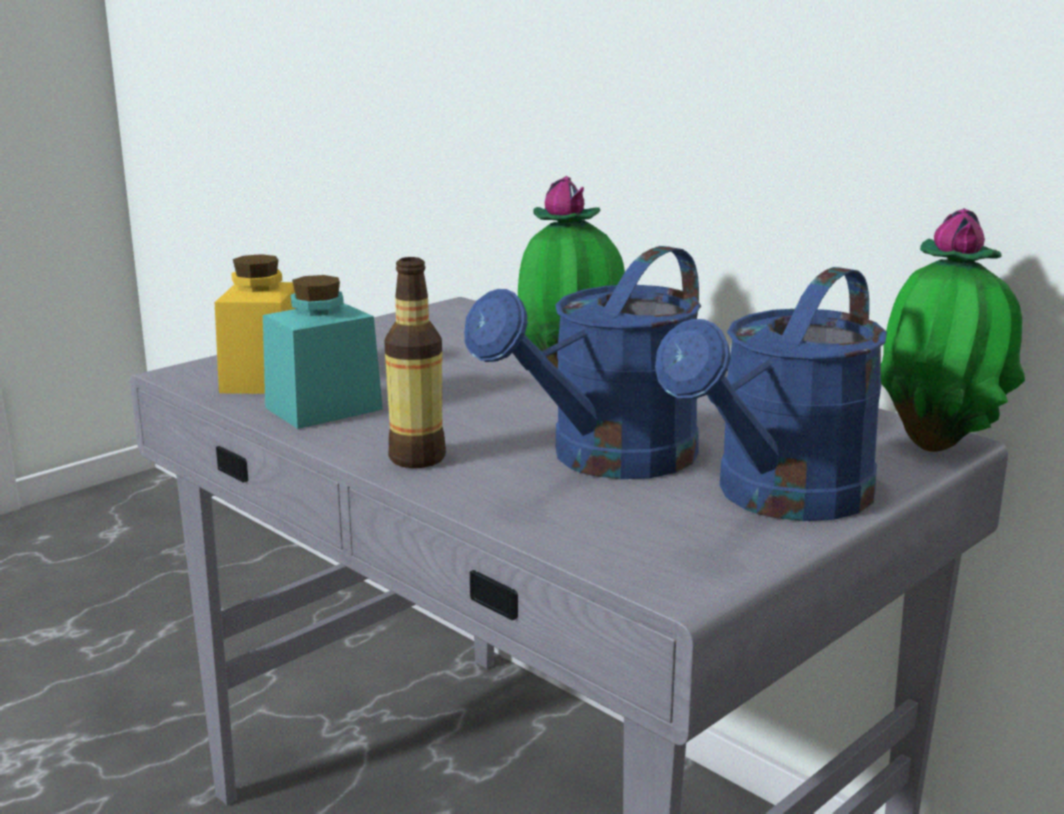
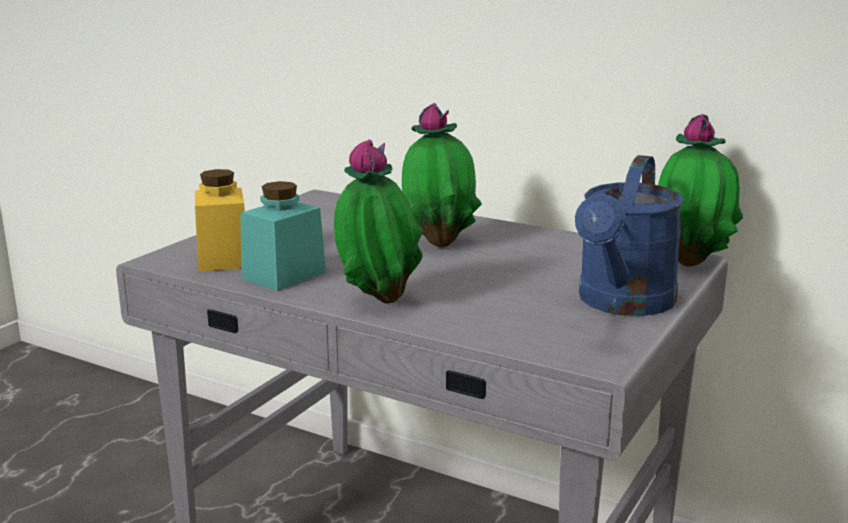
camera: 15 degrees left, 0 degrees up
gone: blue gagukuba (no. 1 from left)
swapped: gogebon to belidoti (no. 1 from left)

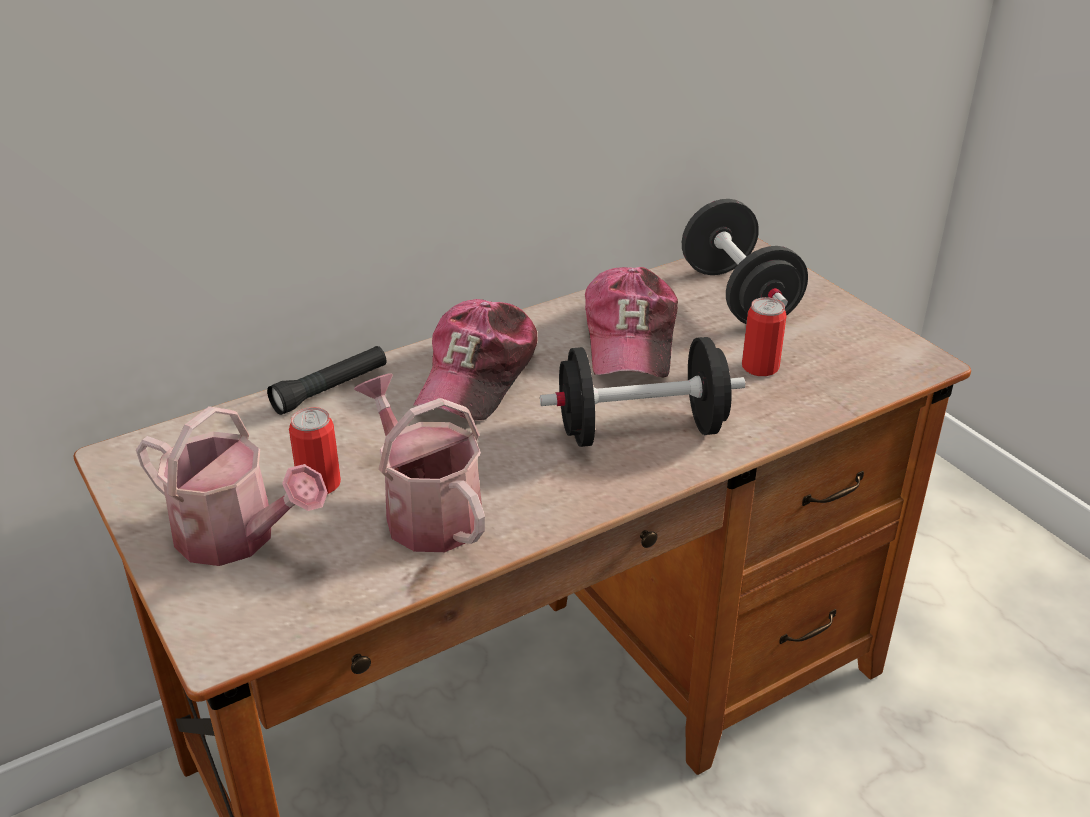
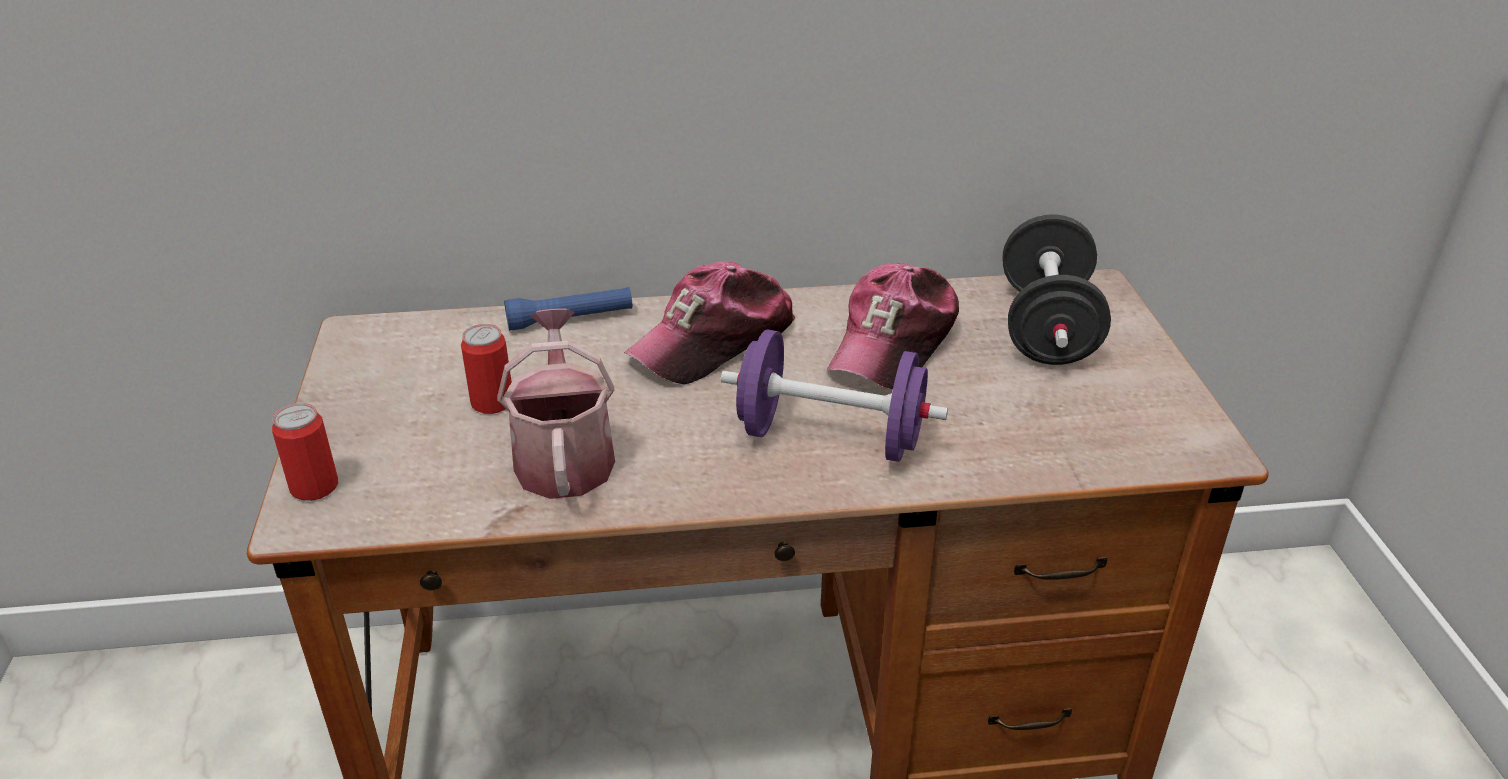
camera: 25 degrees right, 0 degrees up
gone: gagukuba (no. 1 from left)
shifted: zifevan (no. 2 from left in the first image) to zifevan (no. 1 from left)
repainted: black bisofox to blue bisofox; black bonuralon (no. 1 from left) to purple bonuralon

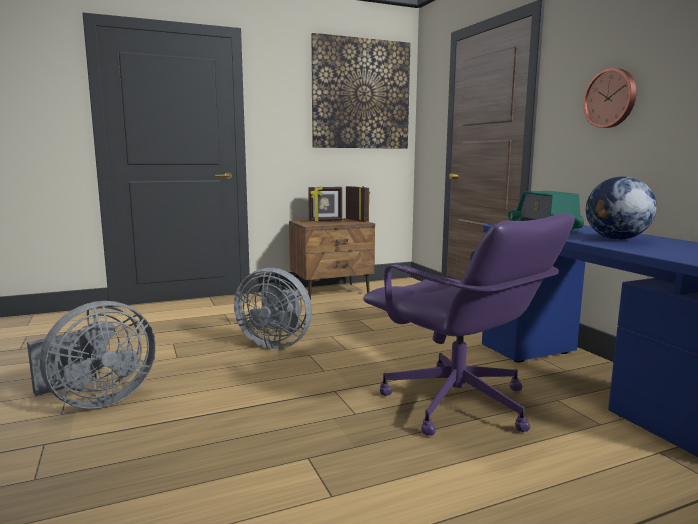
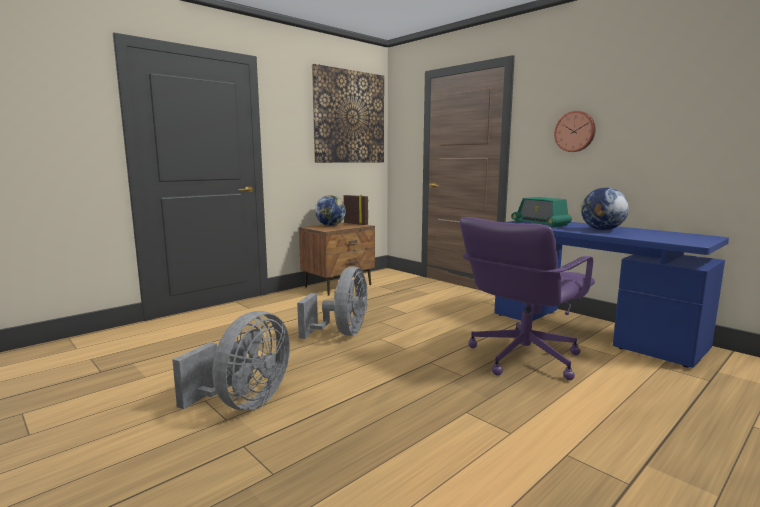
camera: 20 degrees left, 0 degrees up
swapped: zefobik (no. 1 from left) to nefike (no. 1 from left)
rotated: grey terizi (no. 2 from left) 75 degrees counterclockwise; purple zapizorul 105 degrees clockwise

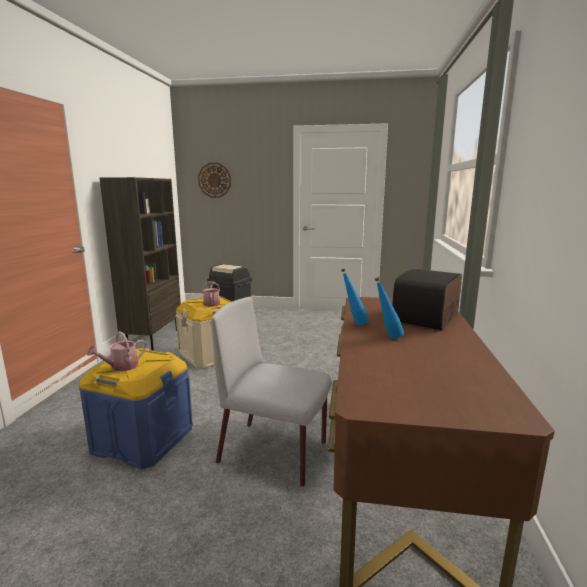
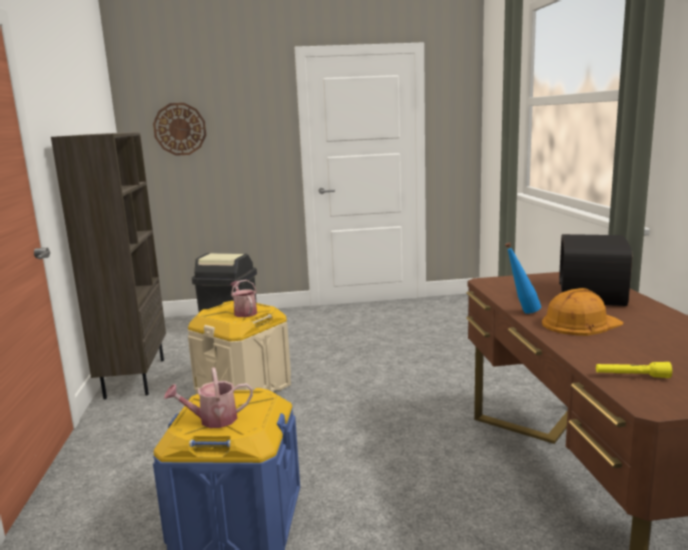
camera: 15 degrees left, 0 degrees up
gone: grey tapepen
new: yellow bisofox
swapped: blue gogebon (no. 2 from left) to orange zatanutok
rotated: gagukuba (no. 1 from left) 45 degrees clockwise

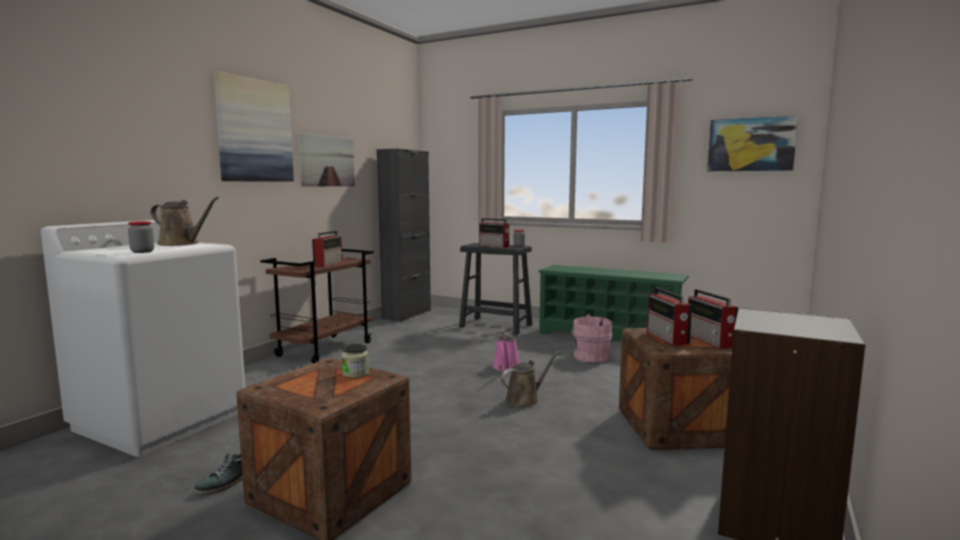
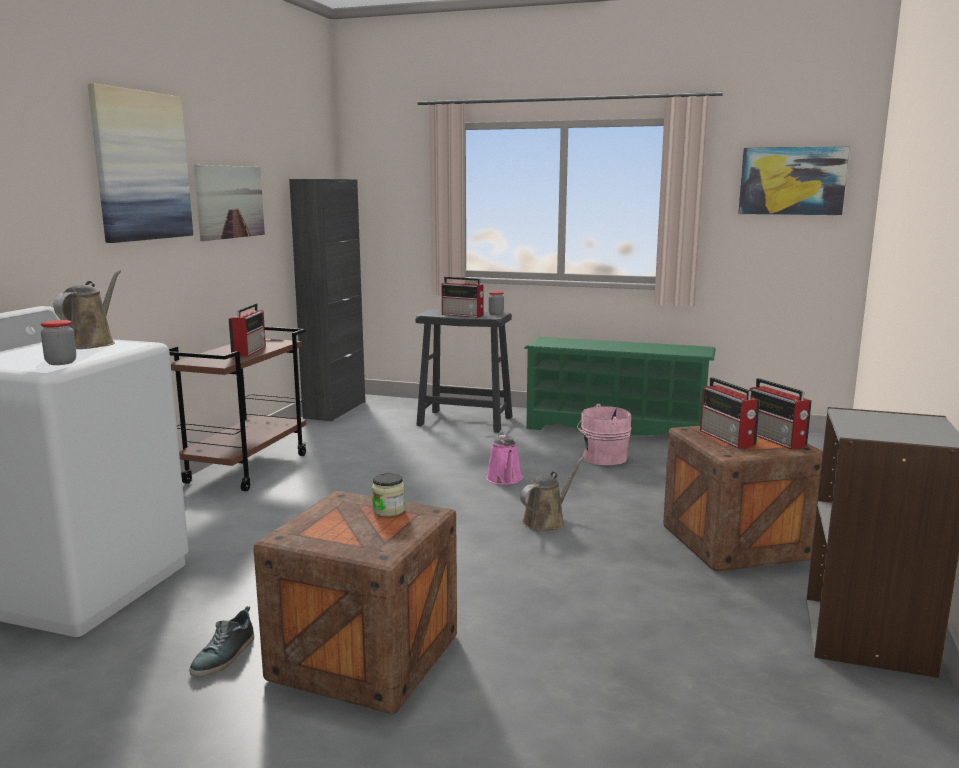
camera: 10 degrees left, 5 degrees up
rotated: brown gagukuba (no. 1 from left) 90 degrees counterclockwise

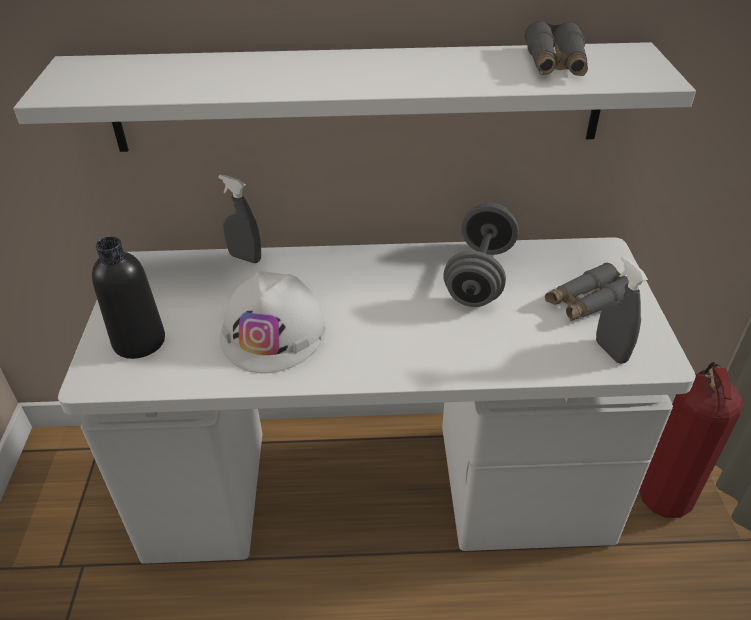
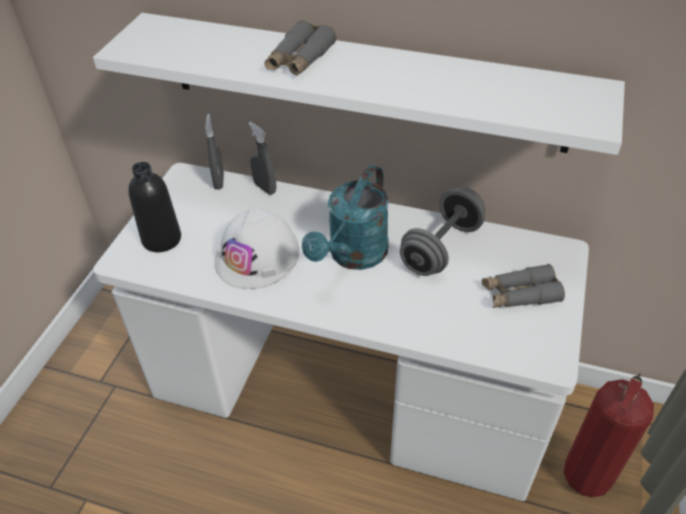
camera: 20 degrees right, 5 degrees up
new: turquoise gagukuba
shifted: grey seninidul (no. 2 from left in the first image) to grey seninidul (no. 1 from left); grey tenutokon (no. 1 from left)

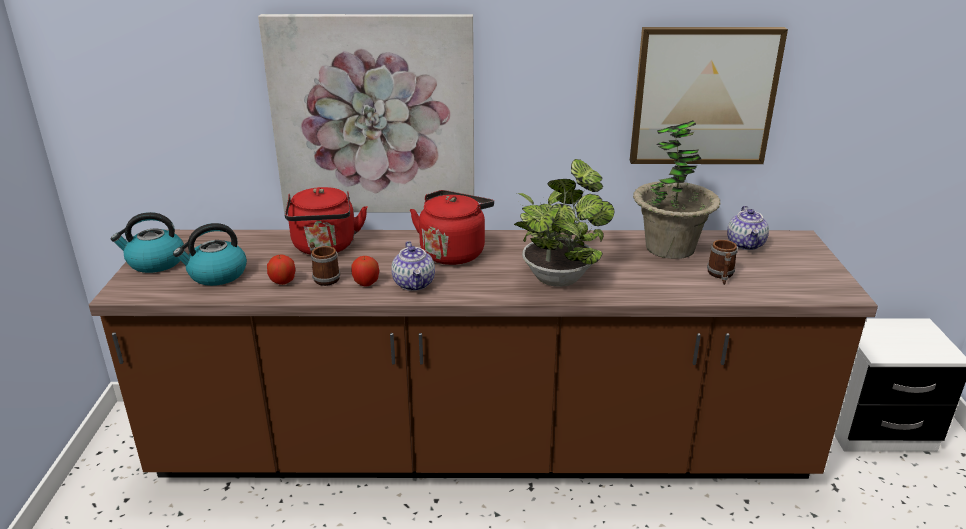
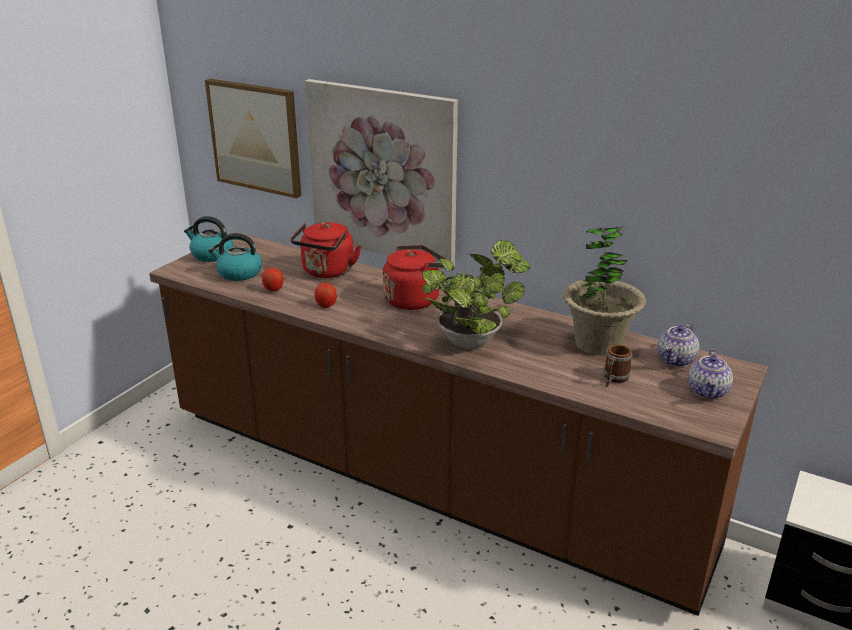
camera: 30 degrees right, 0 degrees up
gone: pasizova (no. 1 from left)
shifted: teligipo (no. 2 from left in the first image) to teligipo (no. 1 from left); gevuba (no. 1 from left in the first image) to gevuba (no. 2 from left)

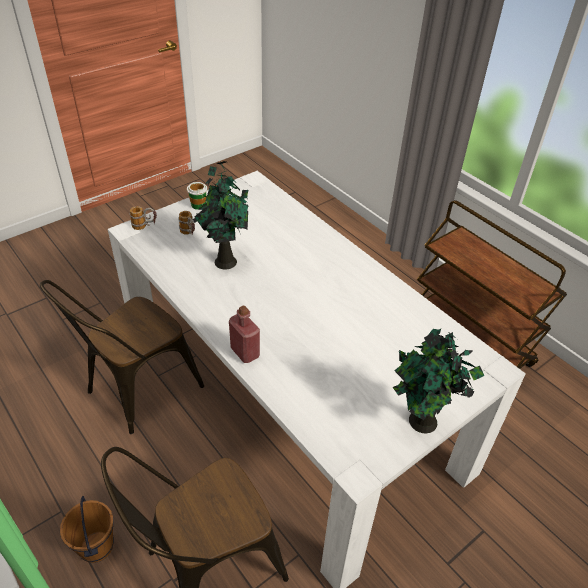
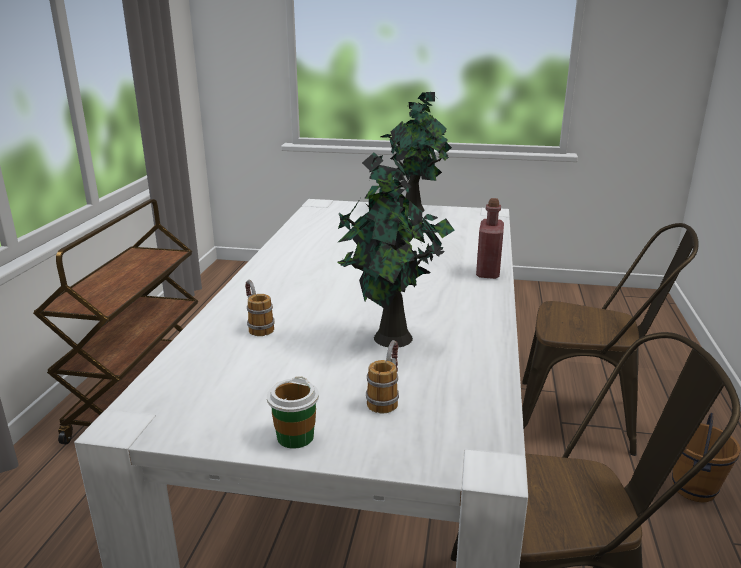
camera: 130 degrees left, 20 degrees down
shifted: pasizova (no. 1 from left)

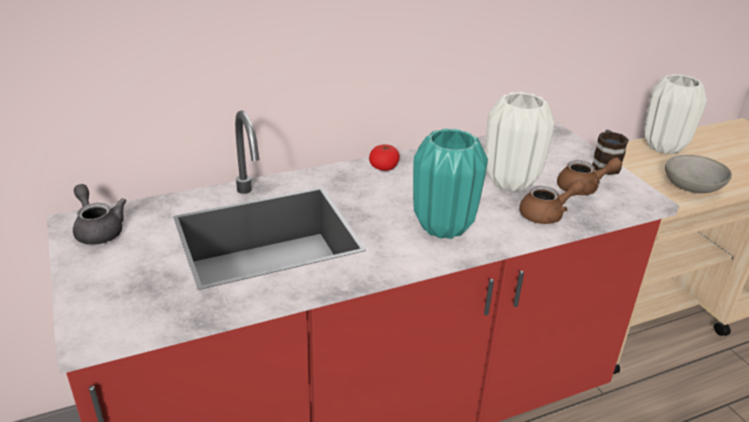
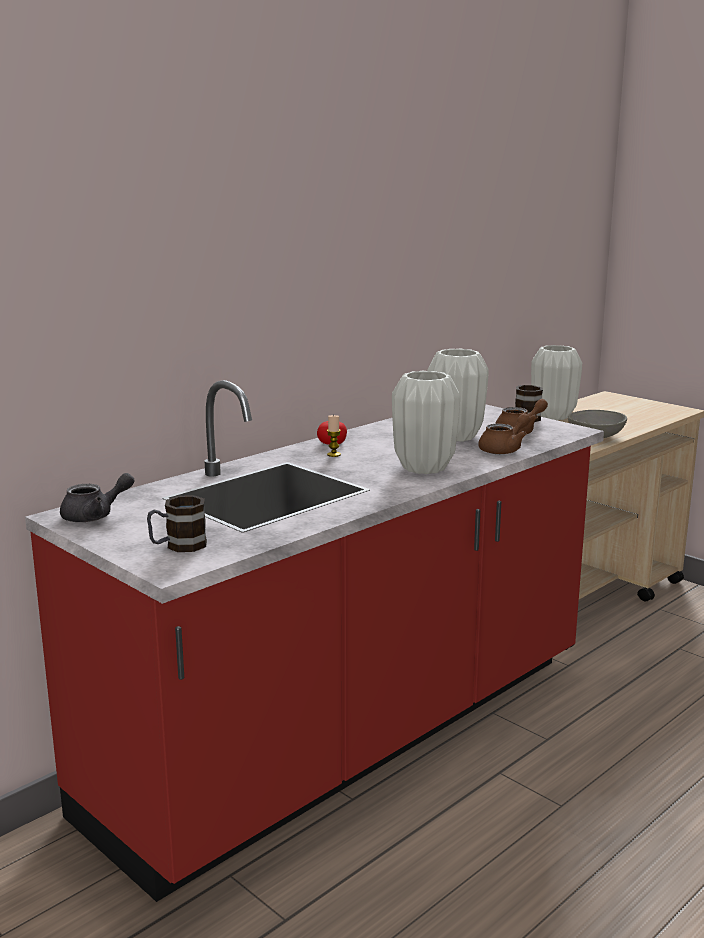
camera: 20 degrees left, 15 degrees down
new: pasizova (no. 1 from left); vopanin
repainted: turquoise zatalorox to white zatalorox (no. 1 from left)
rotated: grey gevuba 120 degrees clockwise

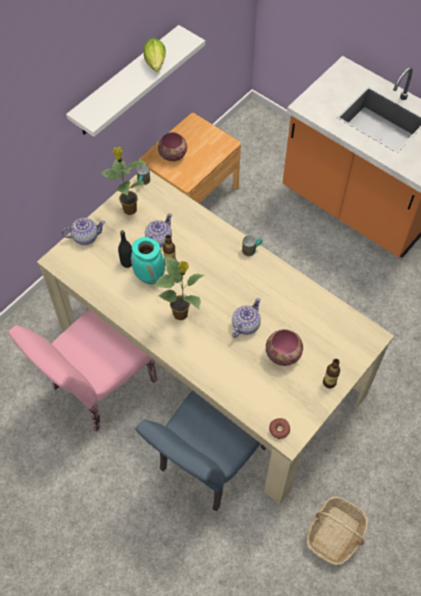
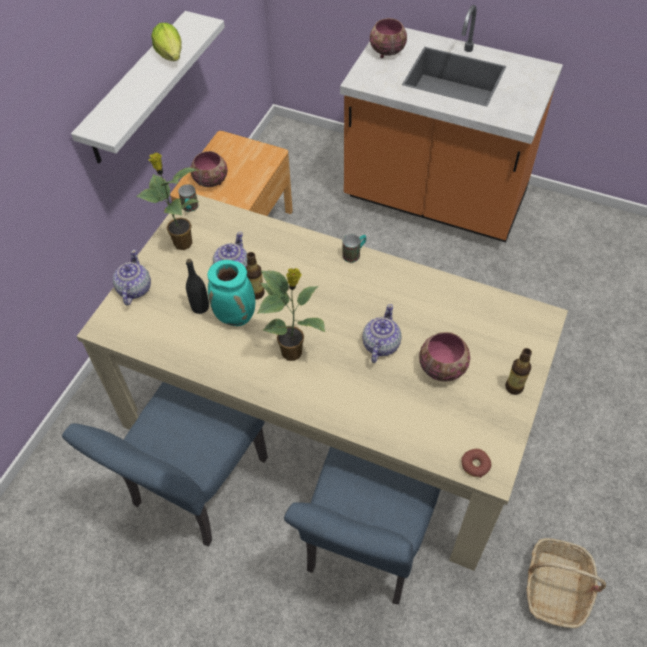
camera: 15 degrees left, 5 degrees down
new: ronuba (no. 2 from left)
repainted: pink tapepen to blue tapepen (no. 1 from left)
rotated: gevuba (no. 1 from left) 60 degrees counterclockwise

